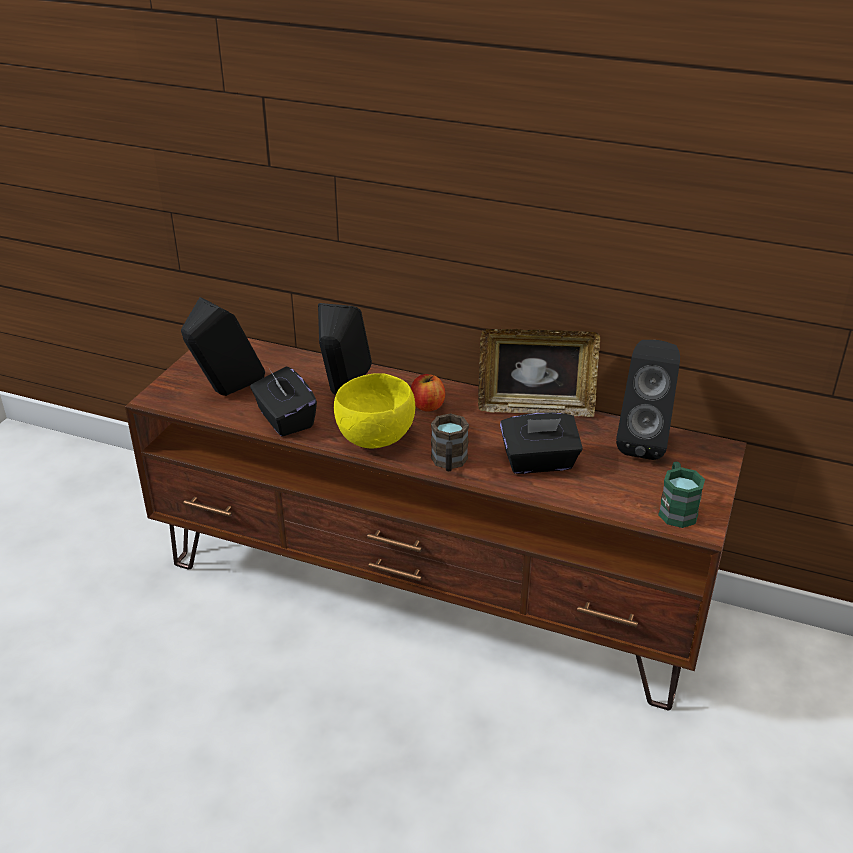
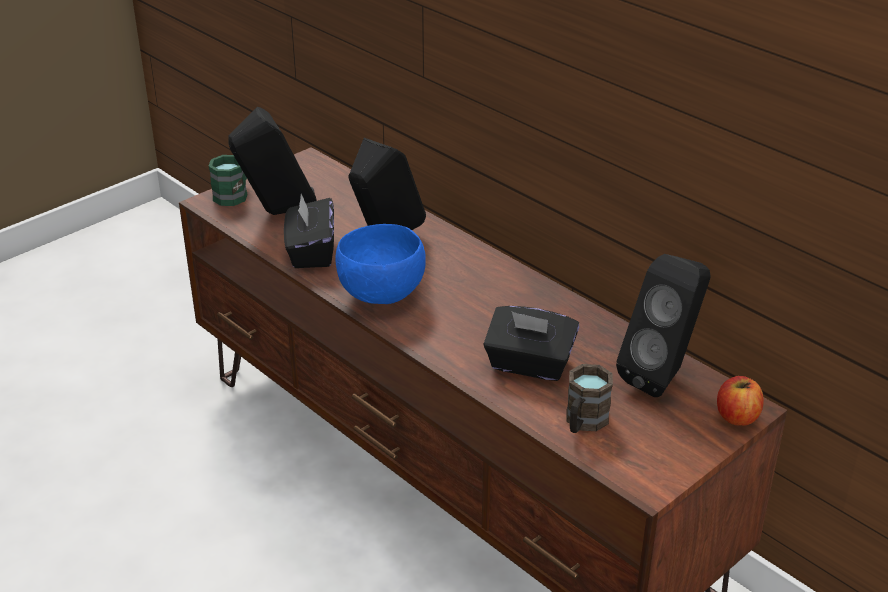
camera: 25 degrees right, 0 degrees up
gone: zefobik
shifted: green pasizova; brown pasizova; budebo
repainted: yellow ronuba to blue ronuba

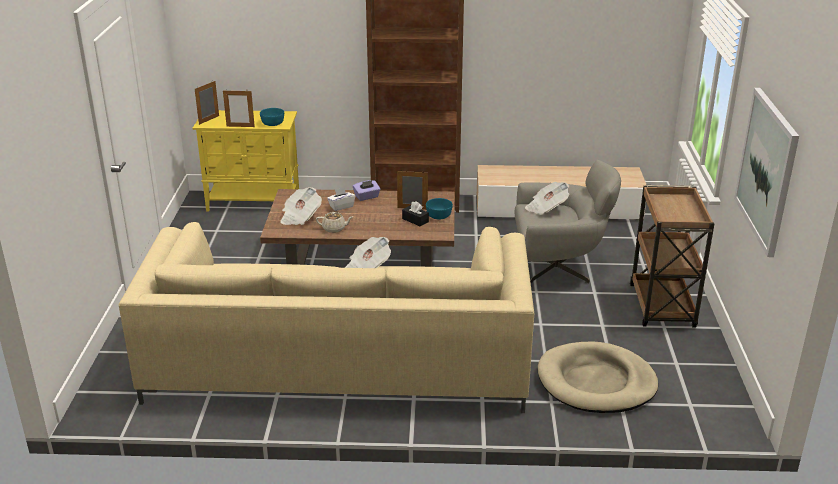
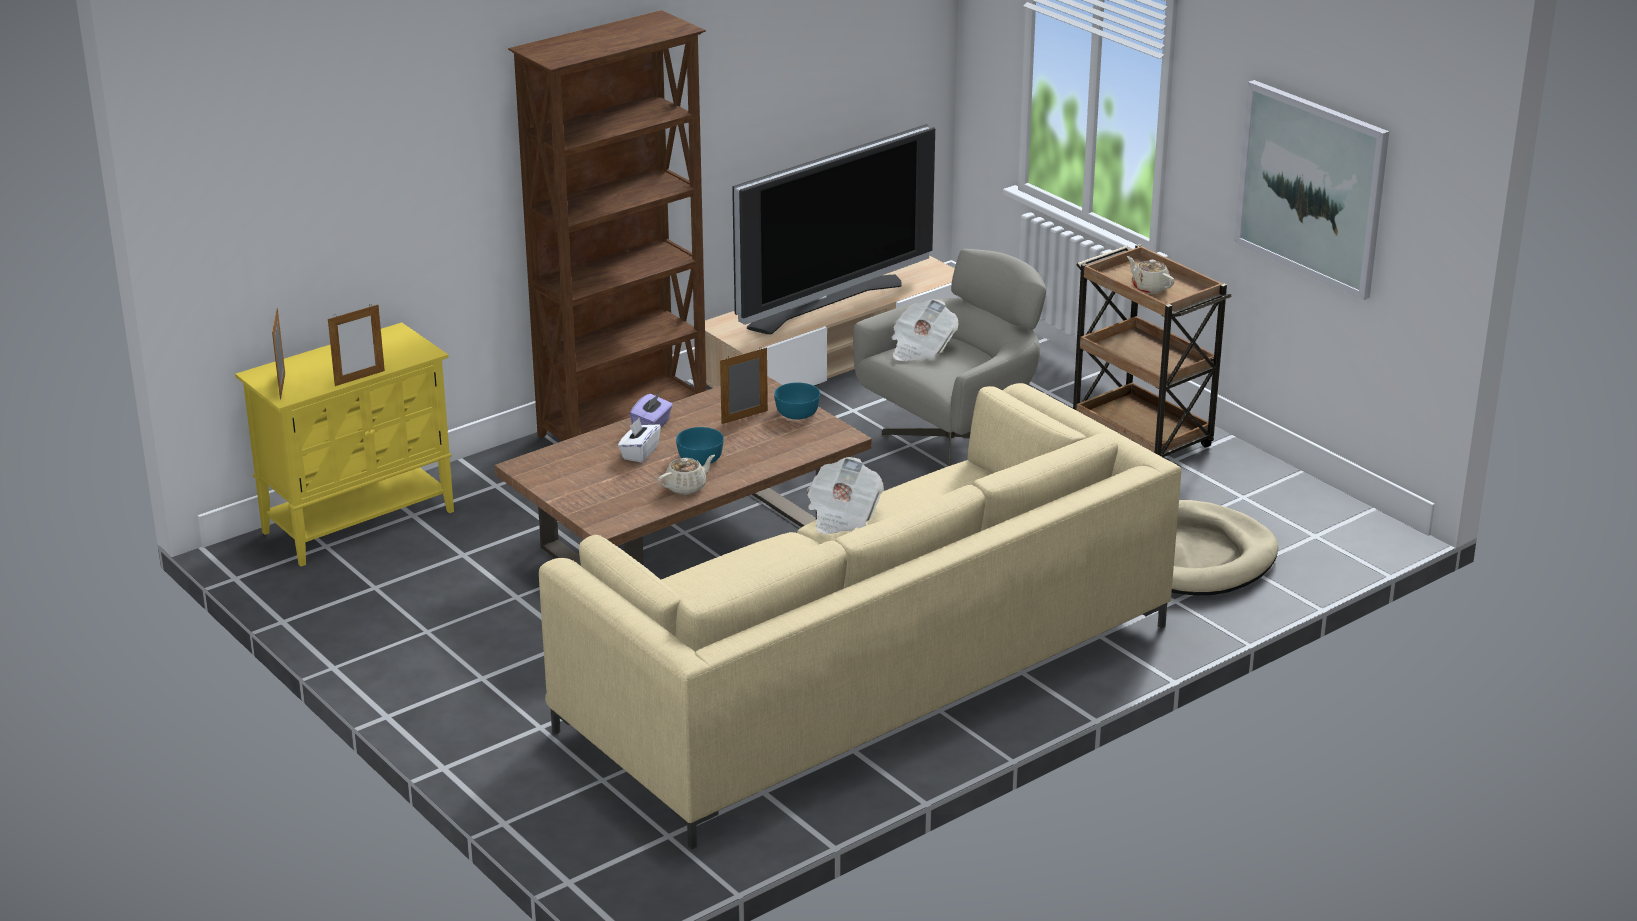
camera: 40 degrees left, 0 degrees up
gone: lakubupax (no. 1 from left); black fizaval
new: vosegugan; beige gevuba (no. 2 from left)
shifted: turquoise ronuba (no. 1 from left)

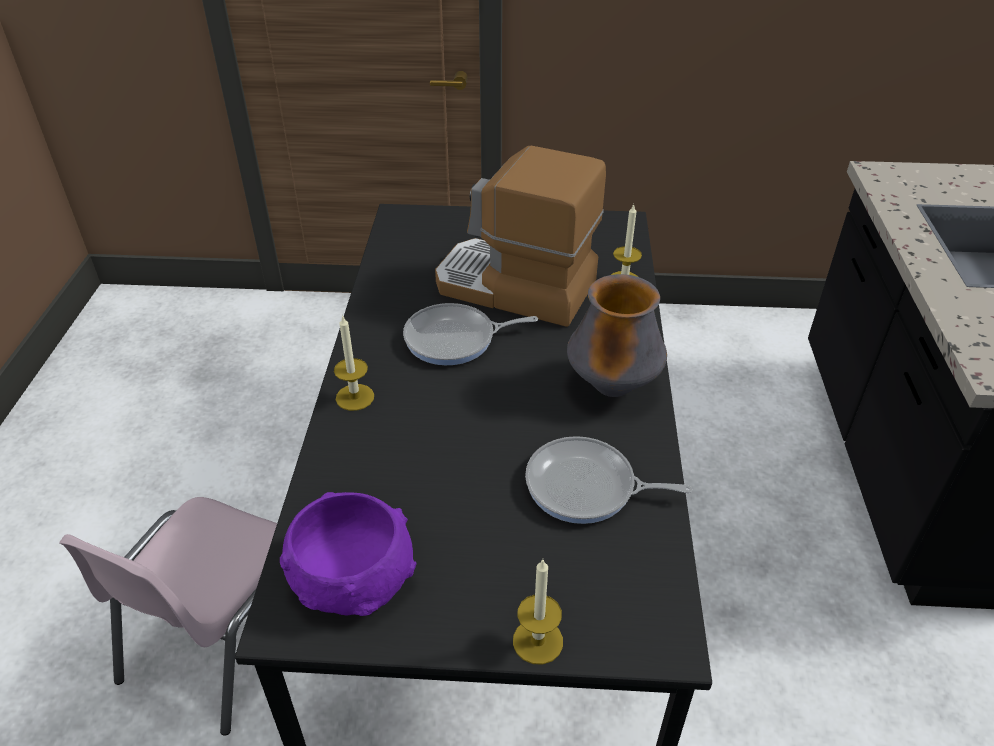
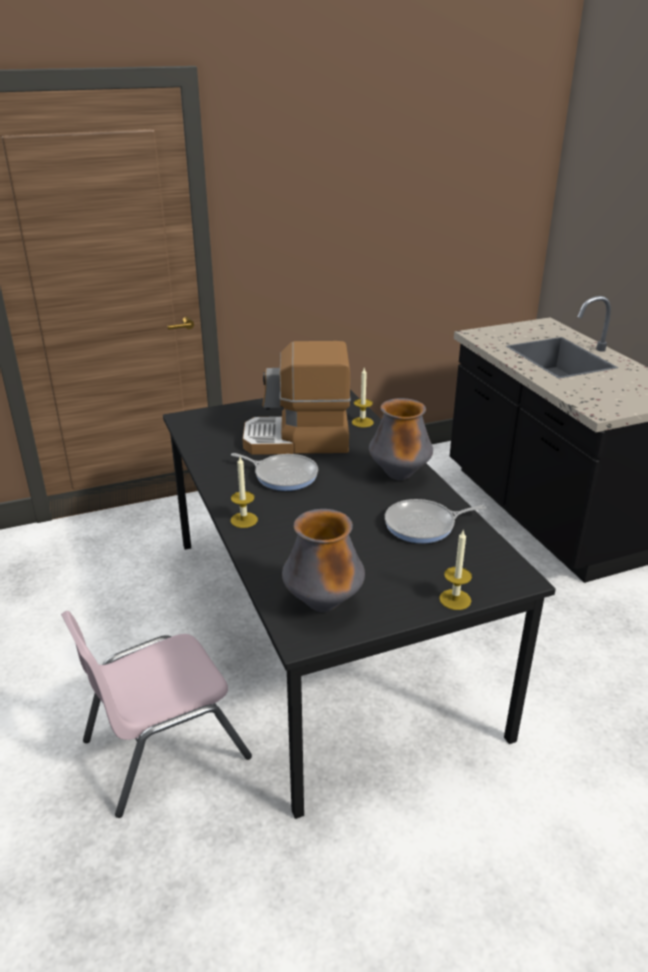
camera: 25 degrees left, 10 degrees down
swapped: purple ronuba to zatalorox (no. 1 from left)
rotated: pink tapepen 60 degrees clockwise; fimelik (no. 1 from left) 120 degrees counterclockwise

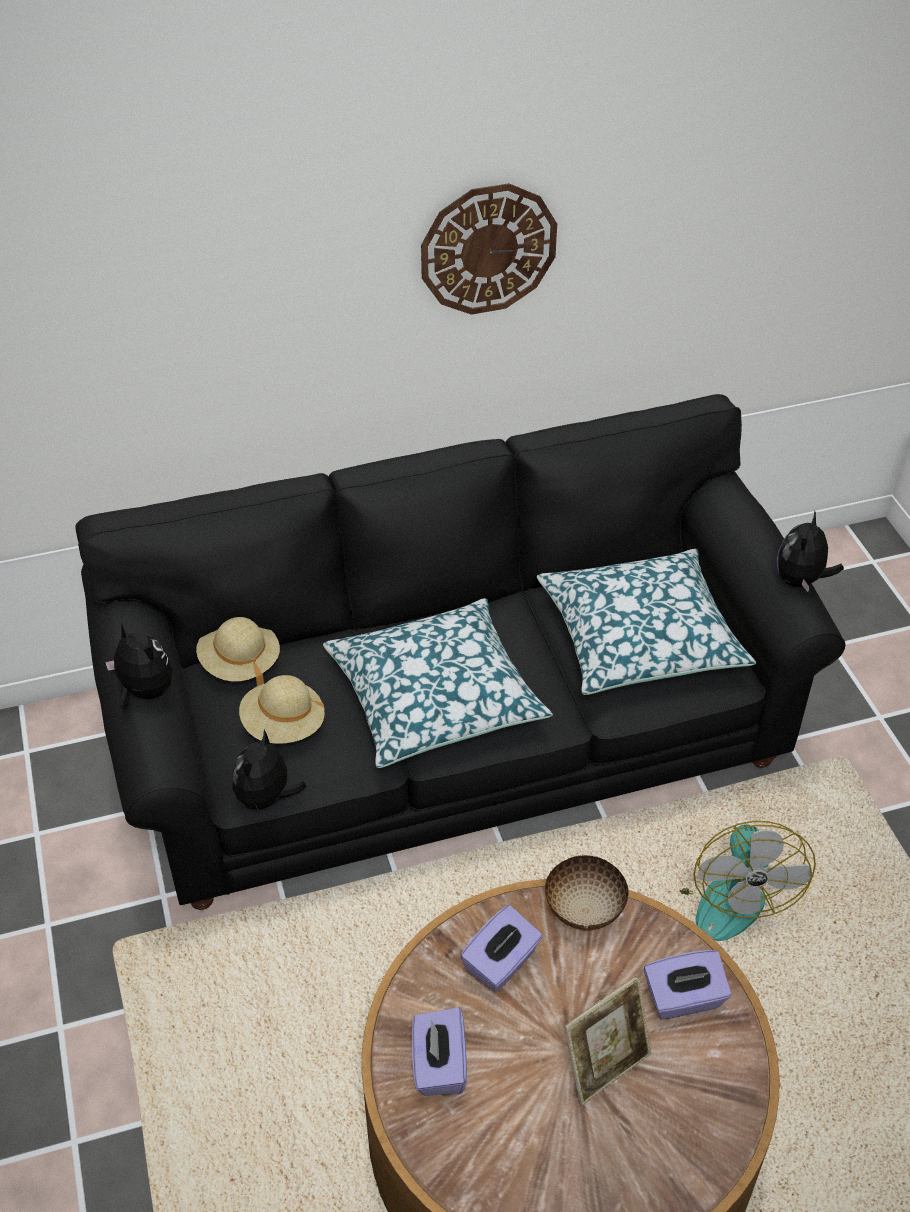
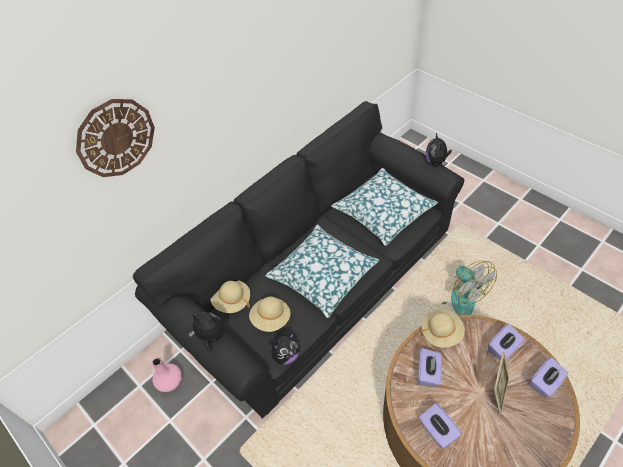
camera: 25 degrees left, 5 degrees up
new: pink zatalorox; purple fizaval (no. 4 from left)
shifted: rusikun
swapped: ronuba to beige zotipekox (no. 3 from left)
rotated: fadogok (no. 2 from left) 120 degrees counterclockwise

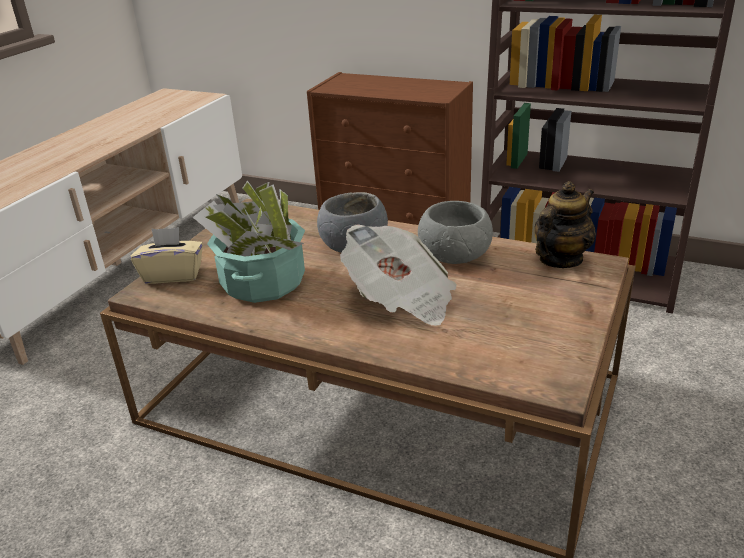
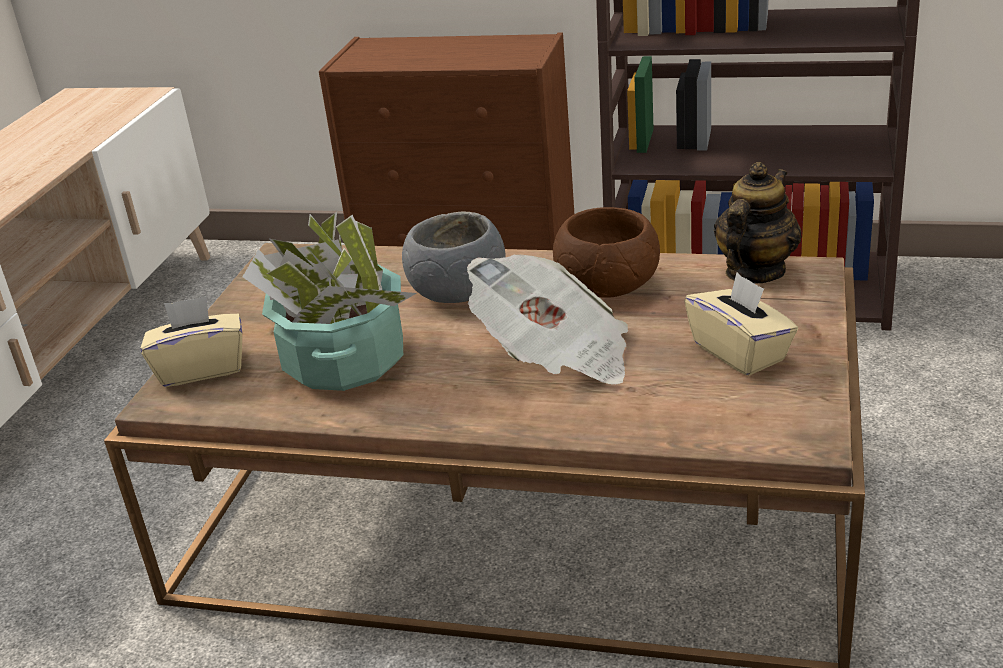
camera: 10 degrees left, 0 degrees up
new: beige fizaval (no. 2 from left)
repainted: grey ronuba (no. 2 from left) to brown ronuba

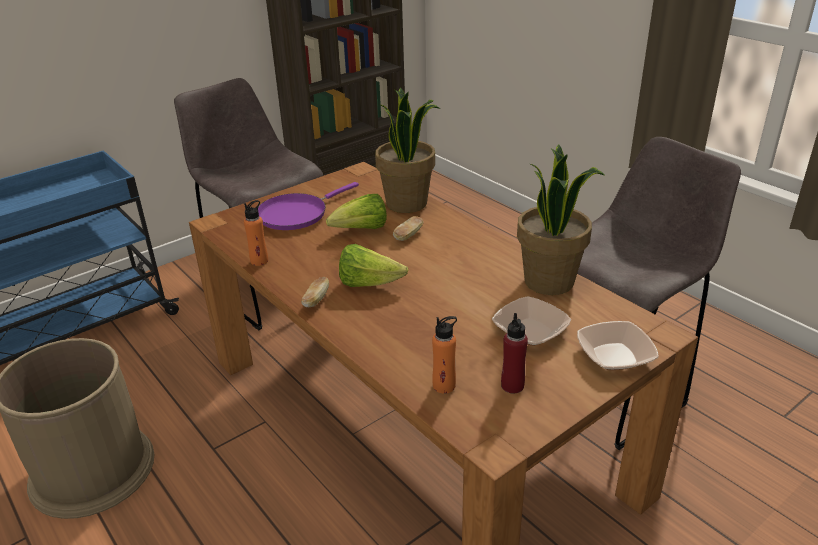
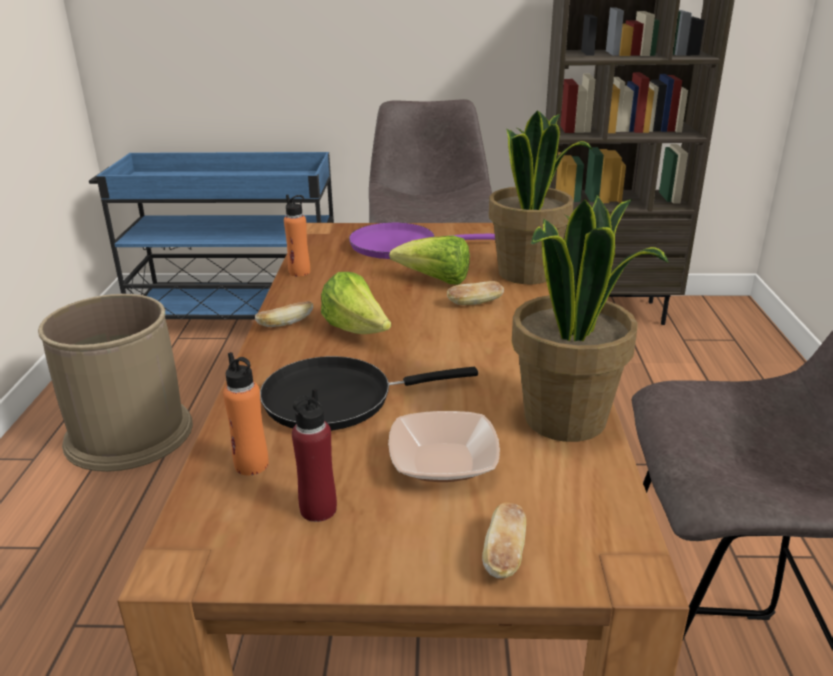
camera: 40 degrees right, 5 degrees down
new: black fimelik
swapped: ronuba (no. 2 from left) to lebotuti (no. 3 from left)

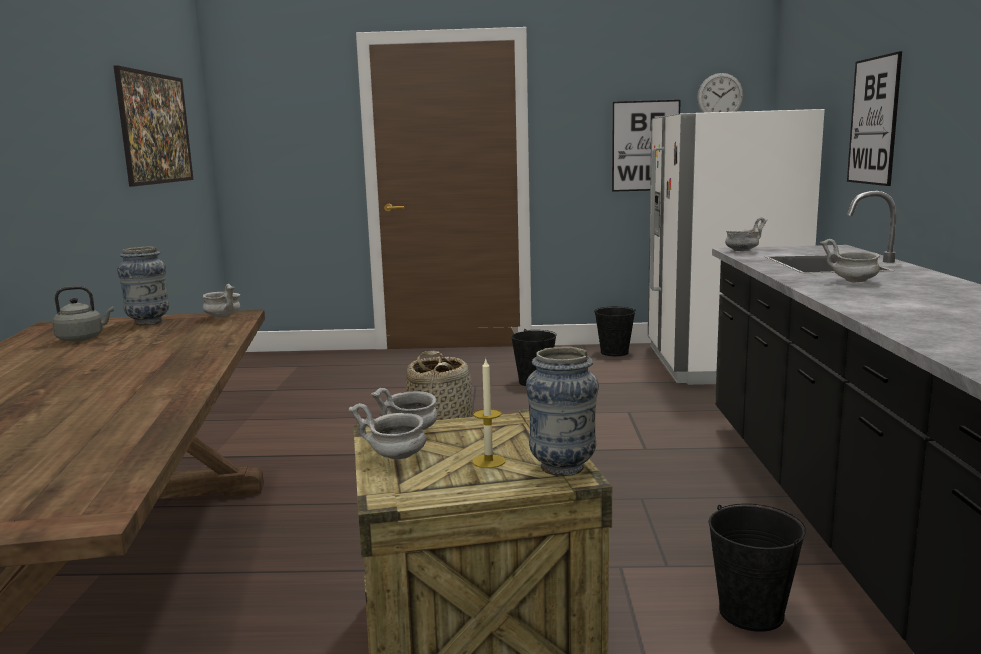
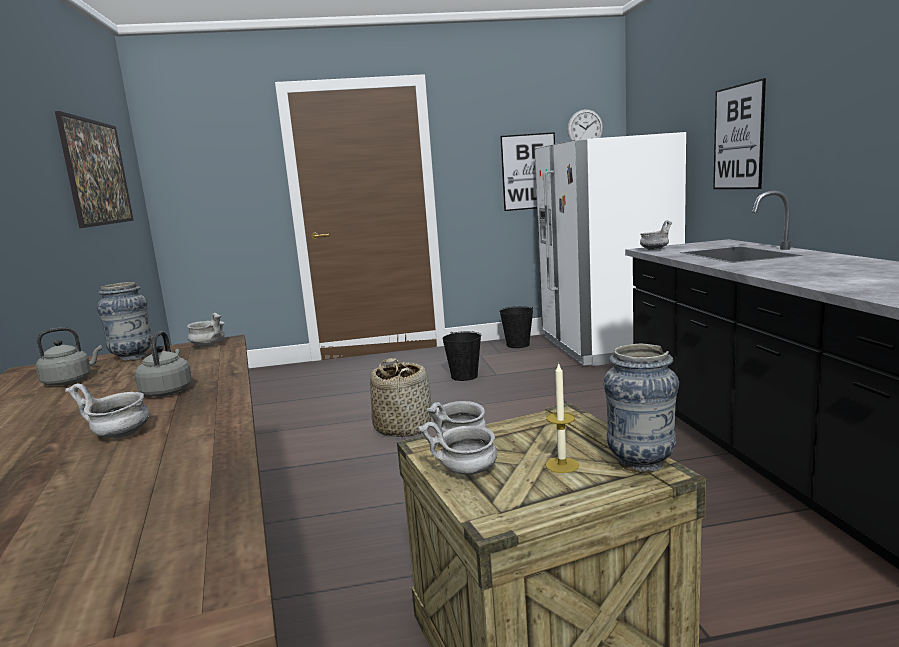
camera: 10 degrees left, 0 degrees up
gone: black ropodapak (no. 3 from left)
new: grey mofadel (no. 2 from left)
shifted: grey ronuba (no. 5 from left in the first image) to grey ronuba (no. 1 from left)

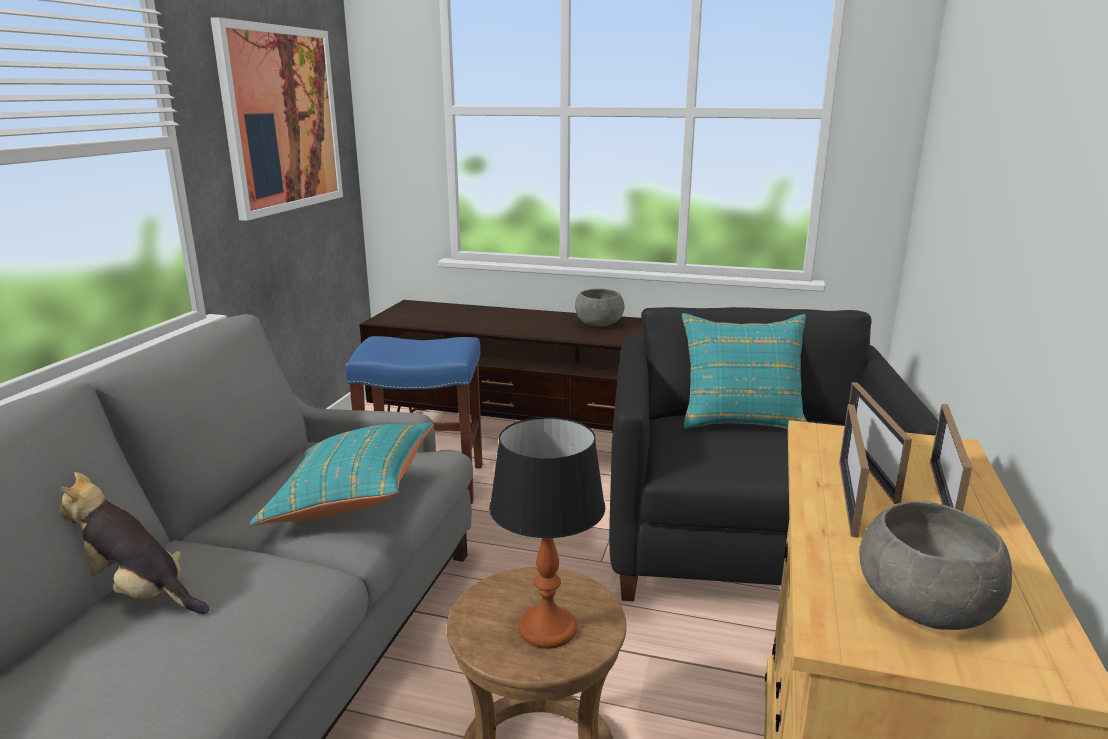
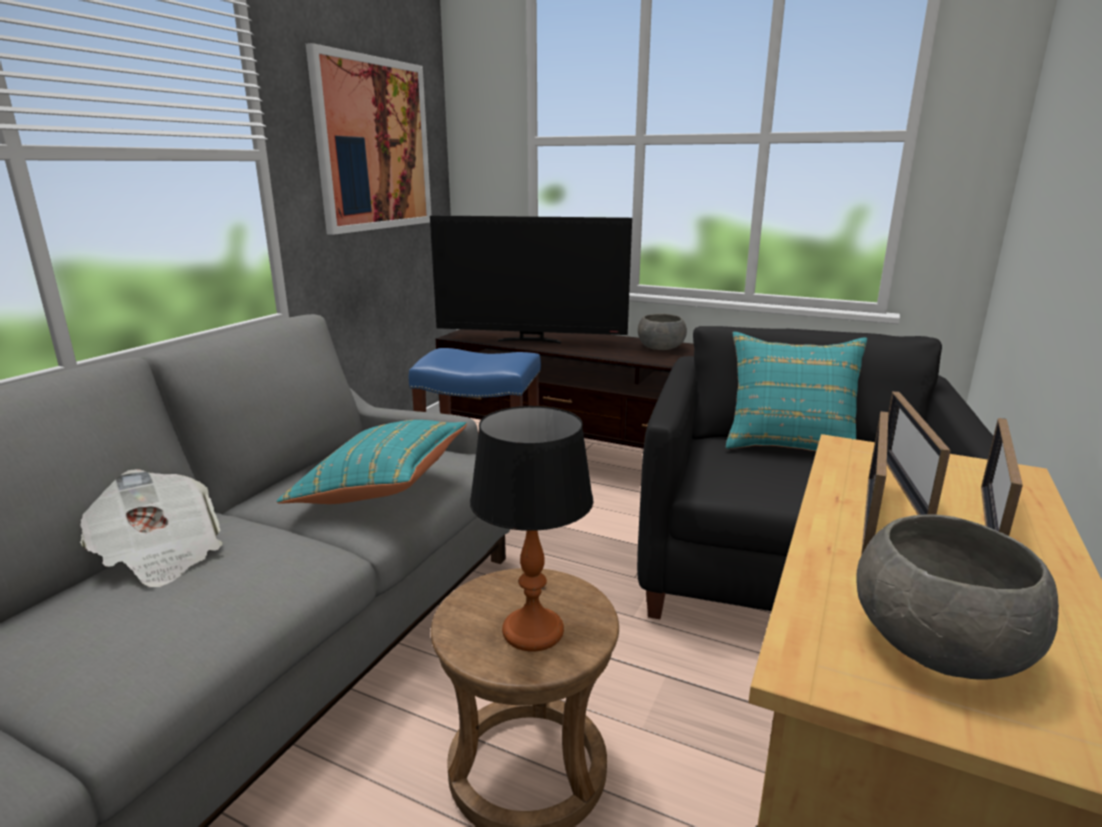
camera: 10 degrees right, 0 degrees up
new: vosegugan
swapped: fadogok to lakubupax

